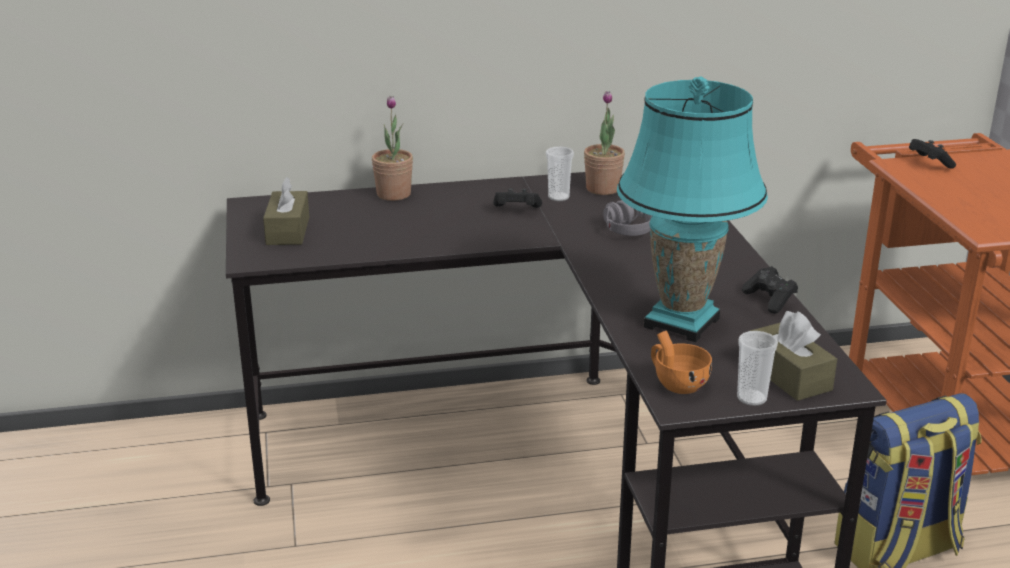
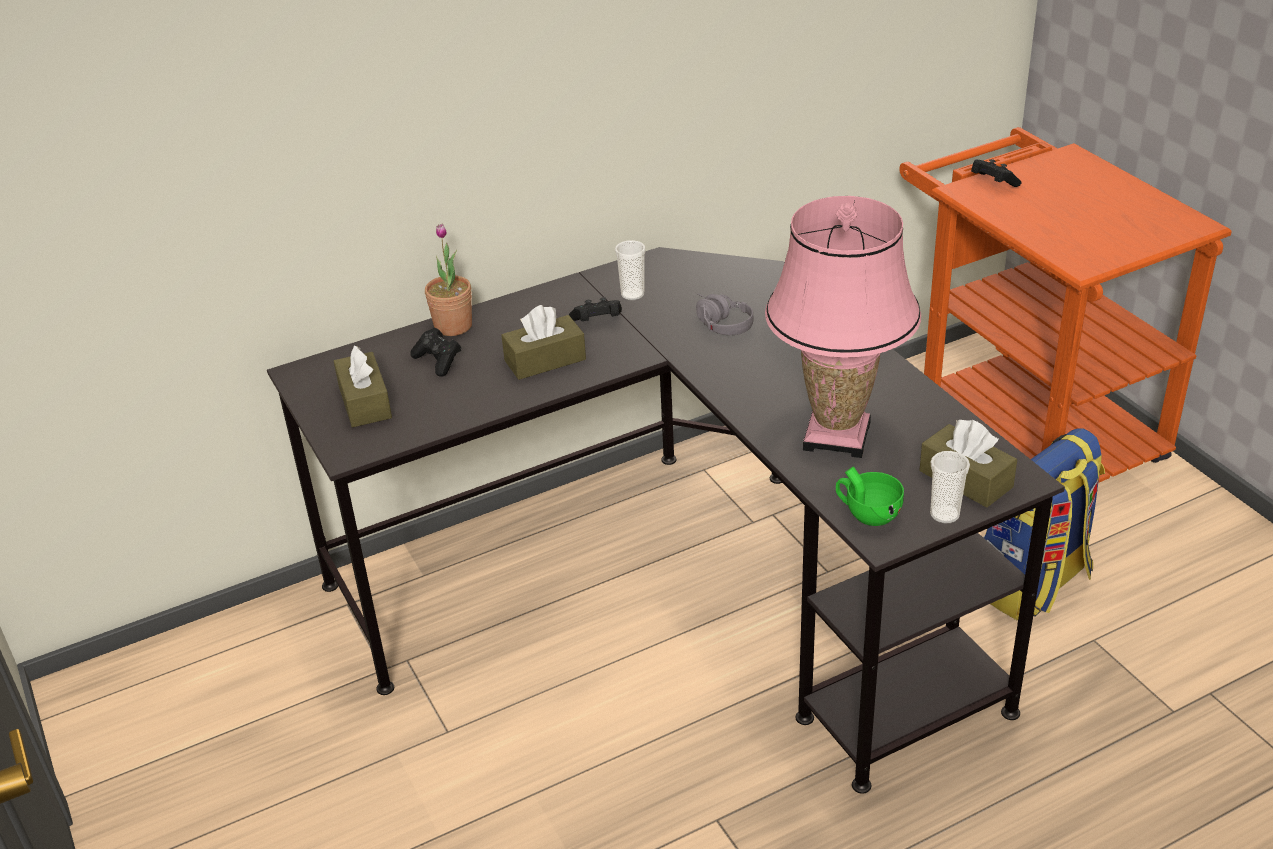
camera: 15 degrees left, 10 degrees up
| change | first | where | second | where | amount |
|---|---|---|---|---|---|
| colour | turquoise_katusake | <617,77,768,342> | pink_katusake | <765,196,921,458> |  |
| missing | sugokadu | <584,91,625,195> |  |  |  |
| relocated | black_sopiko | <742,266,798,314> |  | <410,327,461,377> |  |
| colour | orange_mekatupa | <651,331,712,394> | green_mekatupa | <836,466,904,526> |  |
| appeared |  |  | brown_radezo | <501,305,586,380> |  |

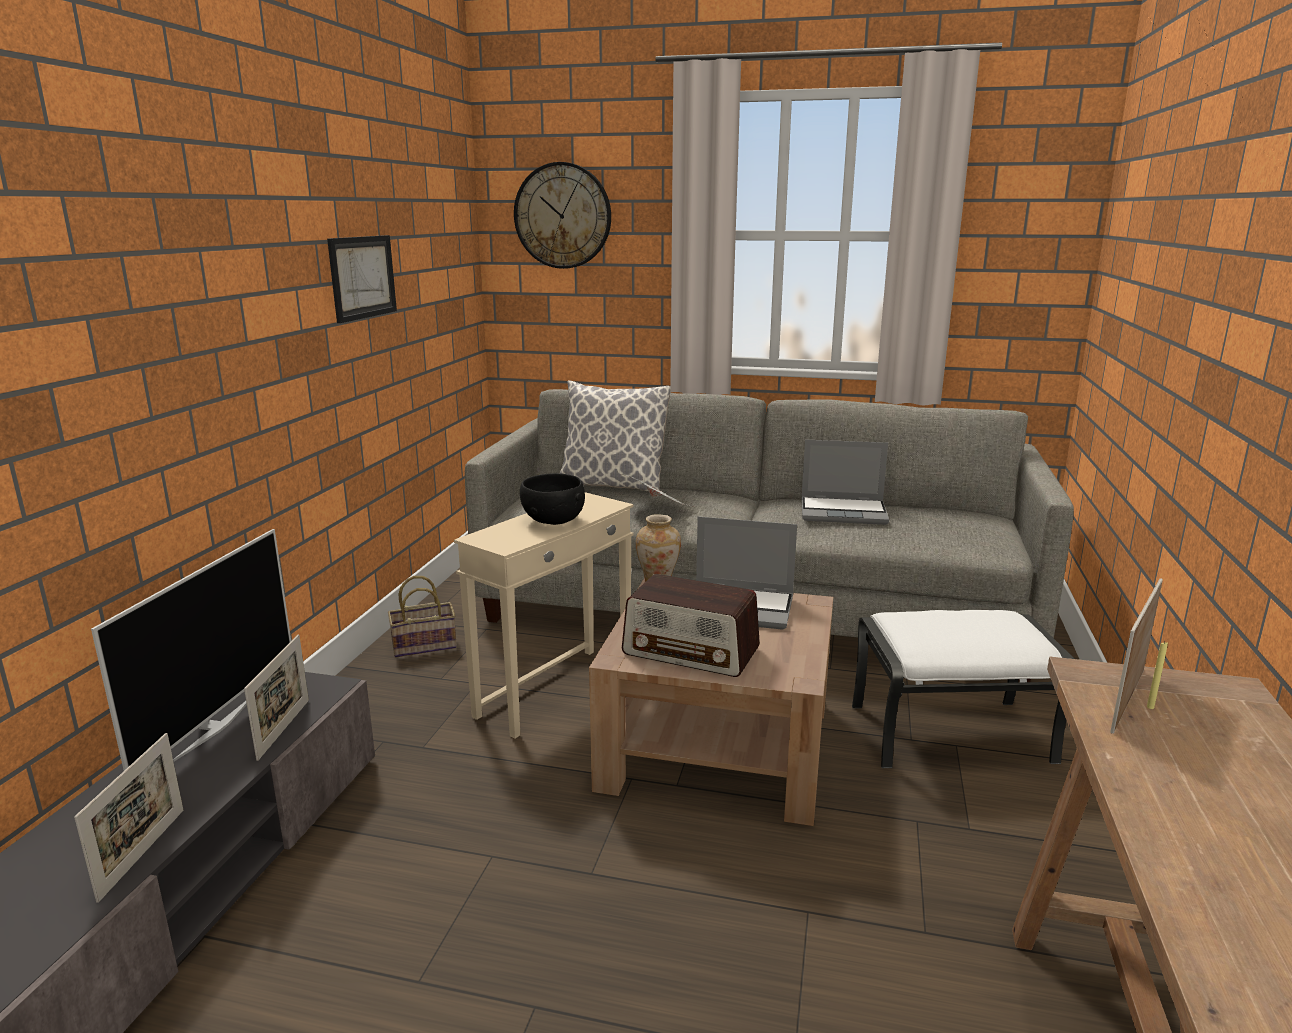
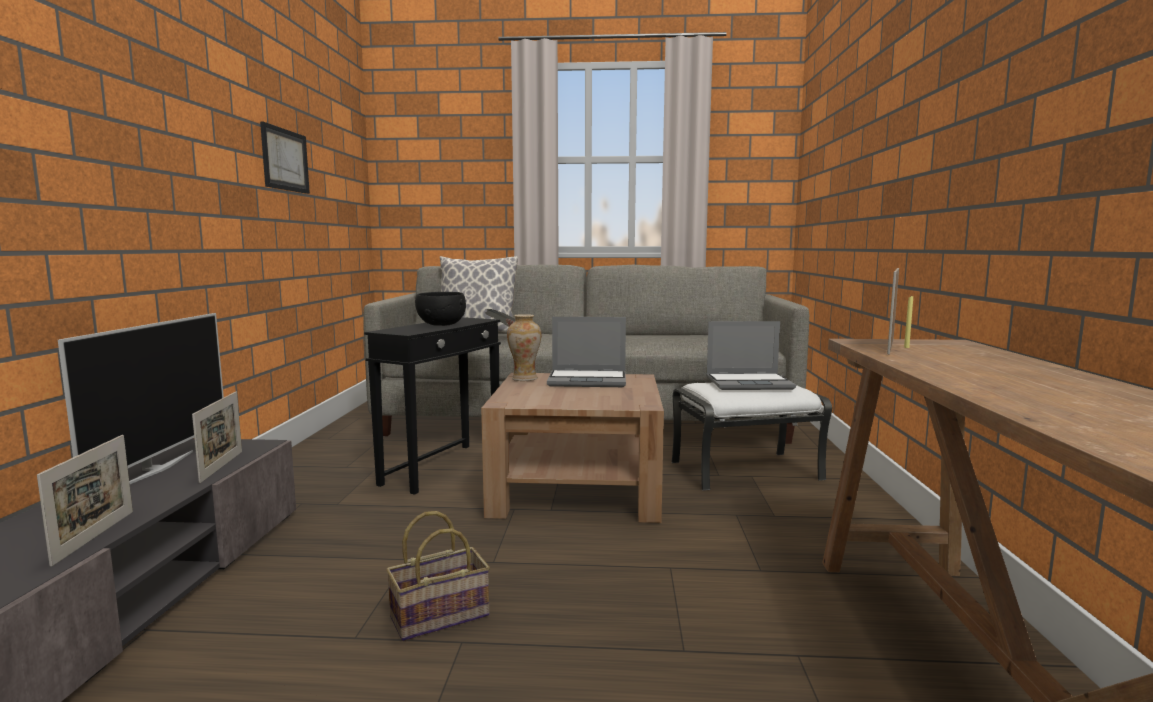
camera: 10 degrees left, 10 degrees down
| change | first | where | second | where | amount |
|---|---|---|---|---|---|
| missing | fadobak | <514,162,611,269> |  |  |  |
| relocated | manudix | <801,440,889,525> |  | <706,321,796,390> |  |
| colour | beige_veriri | <454,492,634,738> | black_veriri | <364,317,501,495> |  |
| missing | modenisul | <622,574,760,677> |  |  |  |
| relocated | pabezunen | <388,576,457,657> |  | <386,511,490,641> |  |

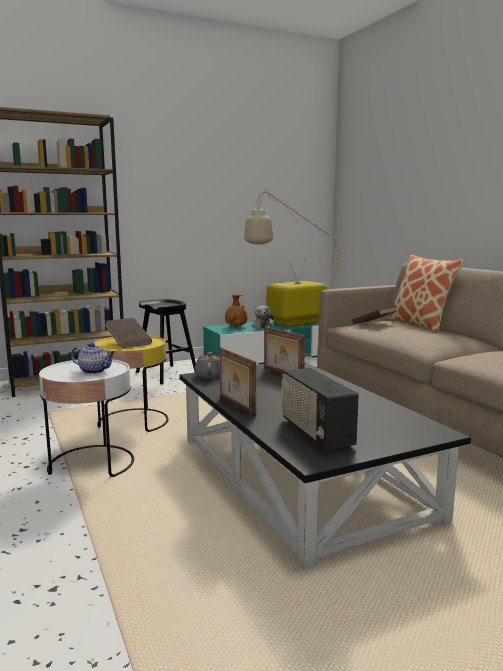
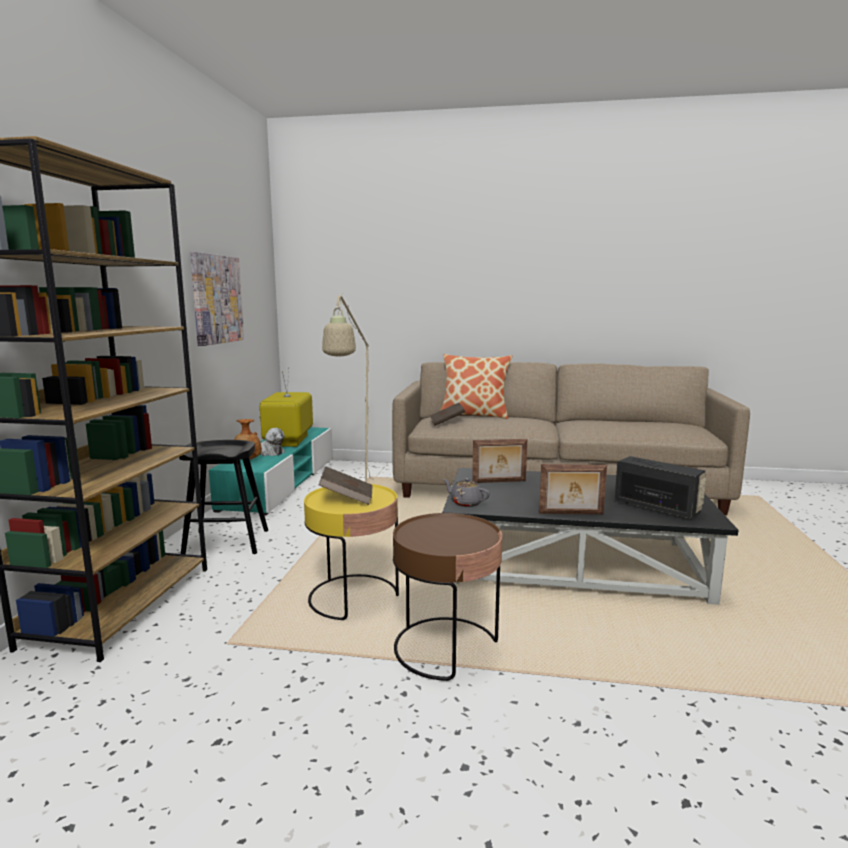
camera: 55 degrees left, 0 degrees up
| change | first | where | second | where | amount |
|---|---|---|---|---|---|
| missing | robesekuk | <71,343,115,374> |  |  |  |
| colour | white_veriri | <39,359,134,477> | brown_veriri | <393,513,502,681> |  |
| spun | modenisul | <281,368,359,450> |  | <615,456,706,518> | 150 degrees counterclockwise |
| appeared |  |  | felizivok | <190,252,244,346> |  |

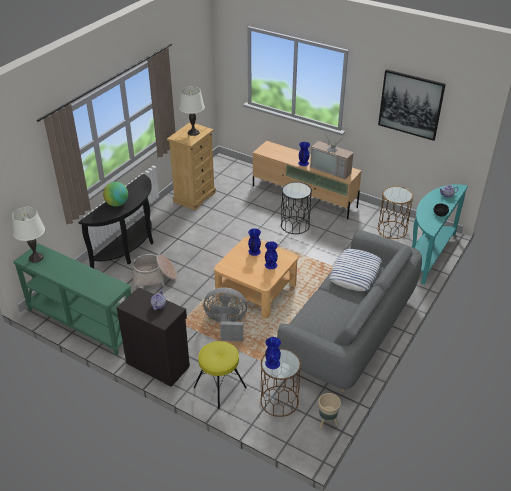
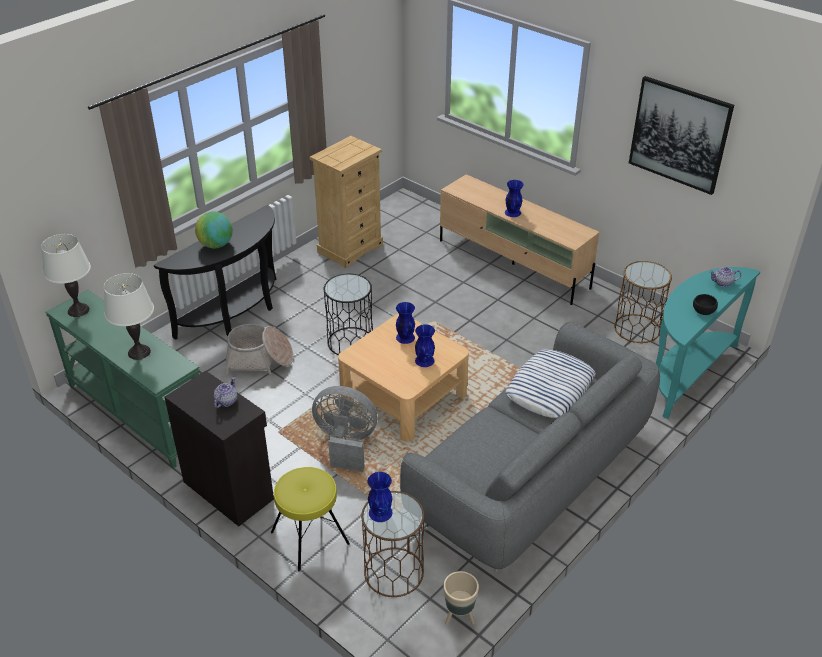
camera: 10 degrees right, 0 degrees up
| change | first | where | second | where | amount |
|---|---|---|---|---|---|
| relocated | white_katusake | <179,87,205,136> |  | <104,273,154,360> |  |
| missing | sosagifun | <310,129,353,179> |  |  |  |
| relocated | black_veriri | <281,182,312,234> |  | <324,274,373,355> |  |

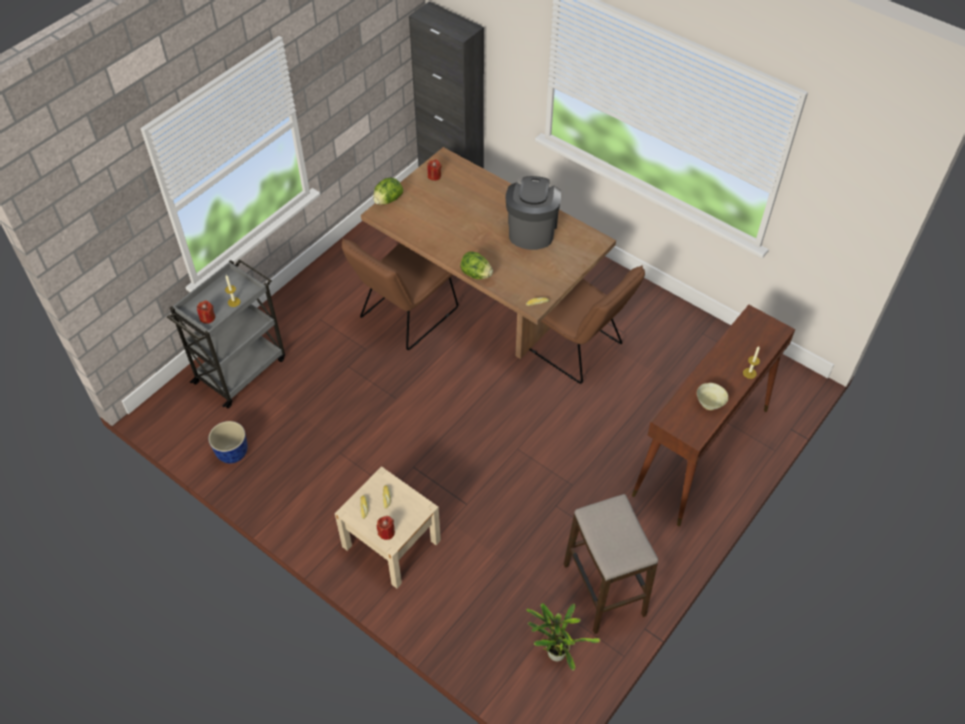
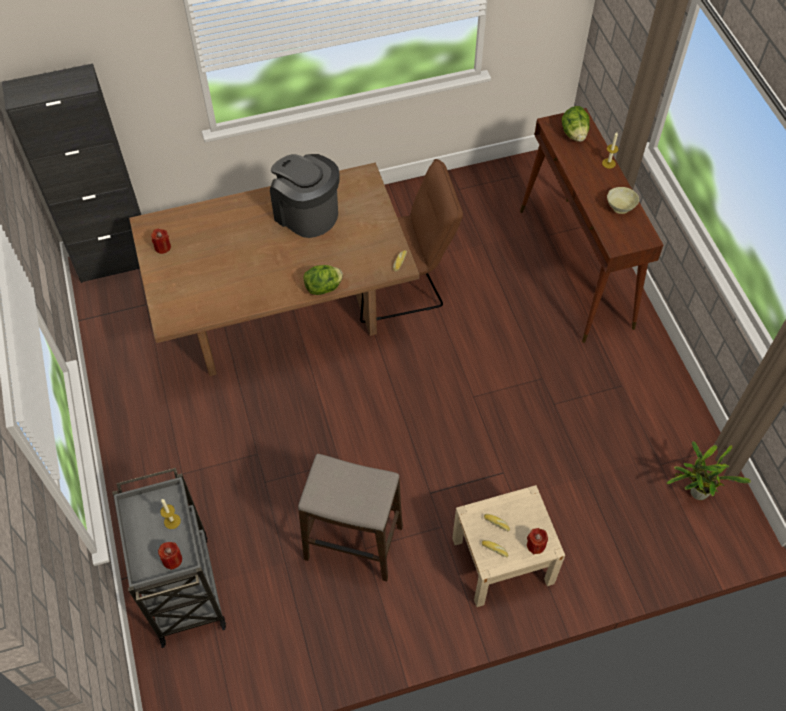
camera: 55 degrees left, 5 degrees up
| change | first | where | second | where | amount |
|---|---|---|---|---|---|
| relocated | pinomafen | <373,178,403,205> |  | <562,106,590,142> |  |
| missing | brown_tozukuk | <342,239,458,350> |  |  |  |
| missing | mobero | <208,421,248,464> |  |  |  |
| relocated | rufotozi | <564,494,658,634> |  | <298,454,403,582> |  |

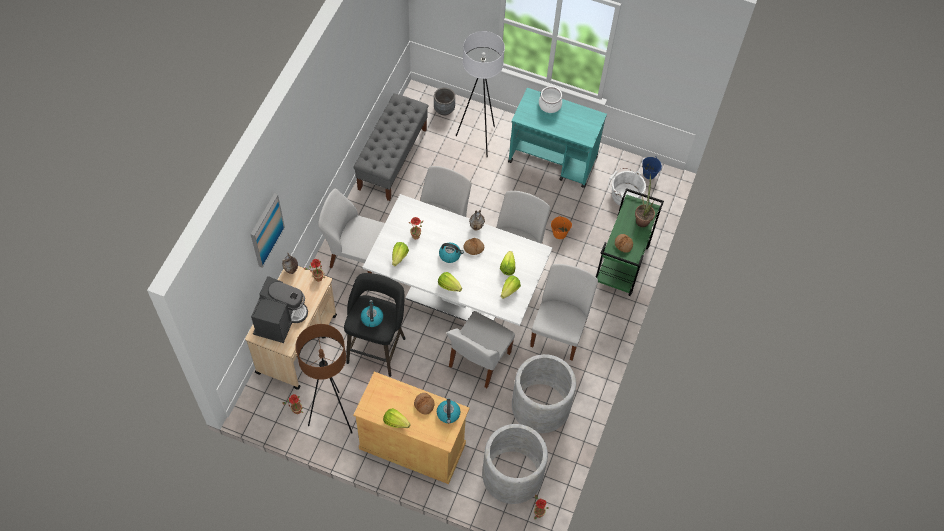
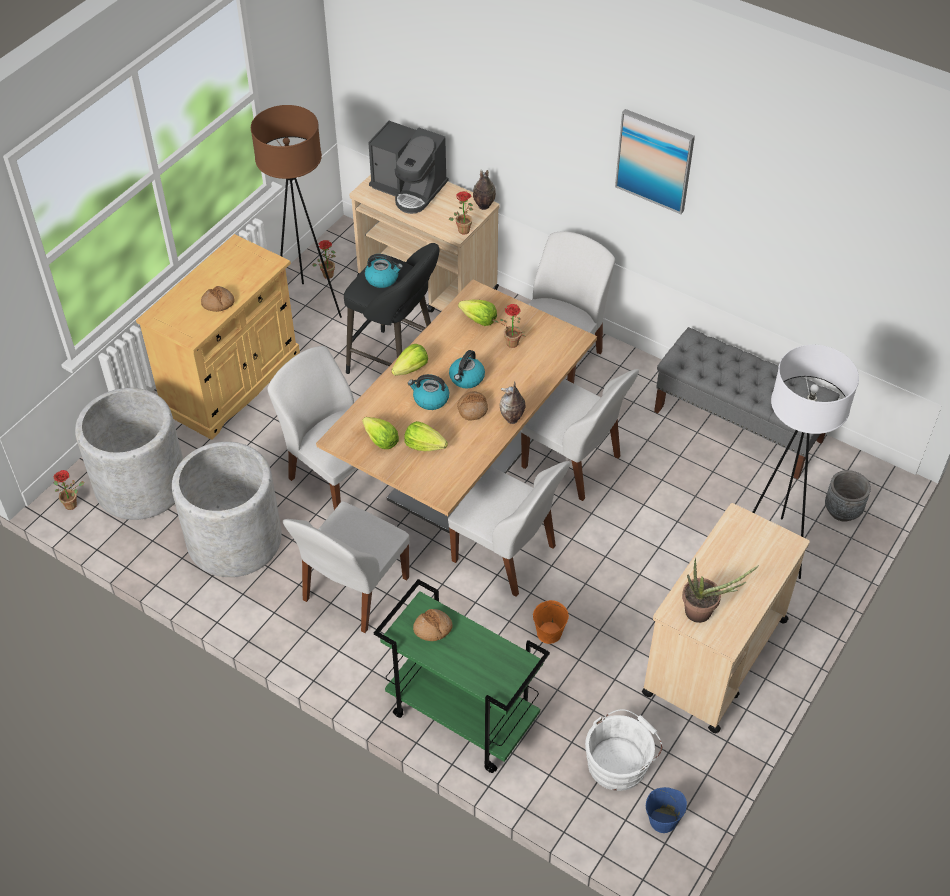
camera: 105 degrees right, 10 degrees down
| change | first | where | second | where | amount |
|---|---|---|---|---|---|
| missing | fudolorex | <539,86,562,113> |  |  |  |
| colour | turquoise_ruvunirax | <508,88,607,188> | beige_ruvunirax | <642,503,810,733> |  |
| relocated | sugokadu | <635,173,655,227> |  | <682,558,759,623> |  |
| relocated | felizivok | <251,193,285,268> |  | <615,109,695,214> |  |
| colour | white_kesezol | <363,194,552,326> | brown_kesezol | <316,279,597,534> |  |
| spun | white_tozukuk | <530,264,598,361> |  | <283,501,409,633> | 90 degrees clockwise |
| relocated | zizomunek | <437,399,461,423> |  | <408,374,449,410> |  |
| missing | pinomafen | <383,408,411,428> |  |  |  |

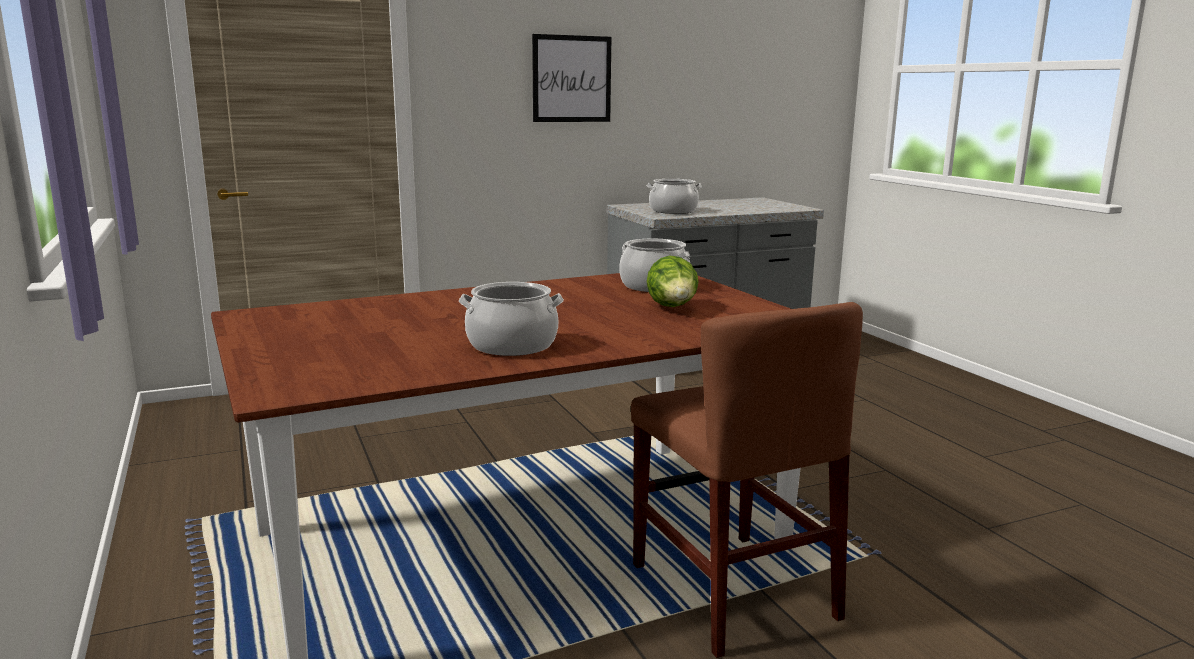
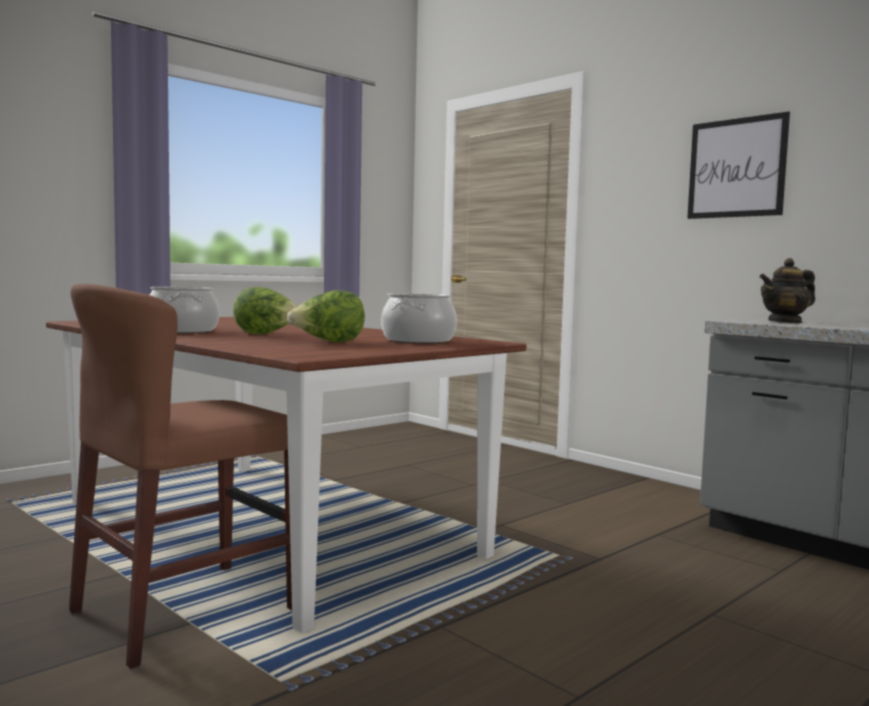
camera: 70 degrees right, 10 degrees down
| change | first | where | second | where | amount |
|---|---|---|---|---|---|
| exchanged | fudolorex | <647,179,702,214> | robesekuk | <759,258,815,323> |  |
| appeared |  |  | pinomafen | <233,287,298,335> |  |

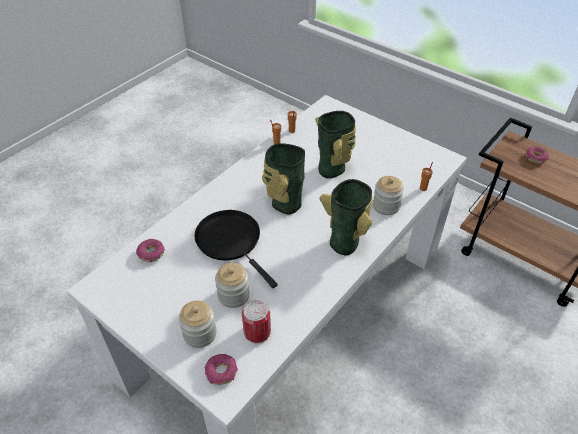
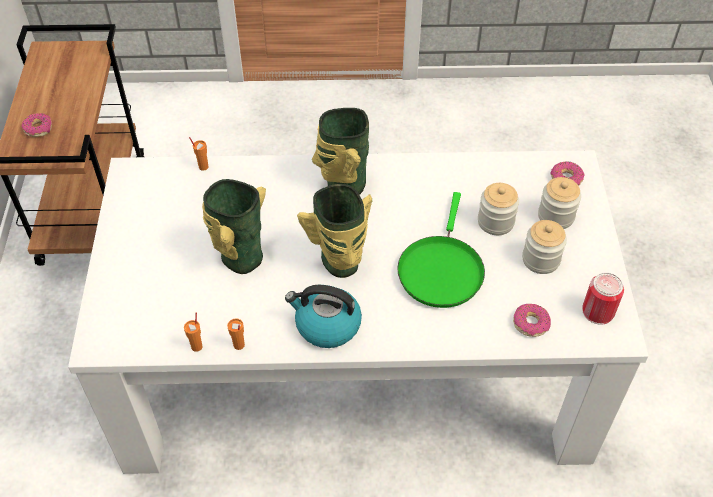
camera: 130 degrees left, 5 degrees up
| change | first | where | second | where | amount |
|---|---|---|---|---|---|
| relocated | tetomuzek | <373,176,404,215> |  | <522,220,567,274> |  |
| colour | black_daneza | <194,210,278,288> | green_daneza | <397,192,485,308> |  |
| relocated | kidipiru | <242,300,271,344> |  | <582,272,624,325> |  |
| appeared |  |  | zizomunek | <285,285,362,348> |  |

